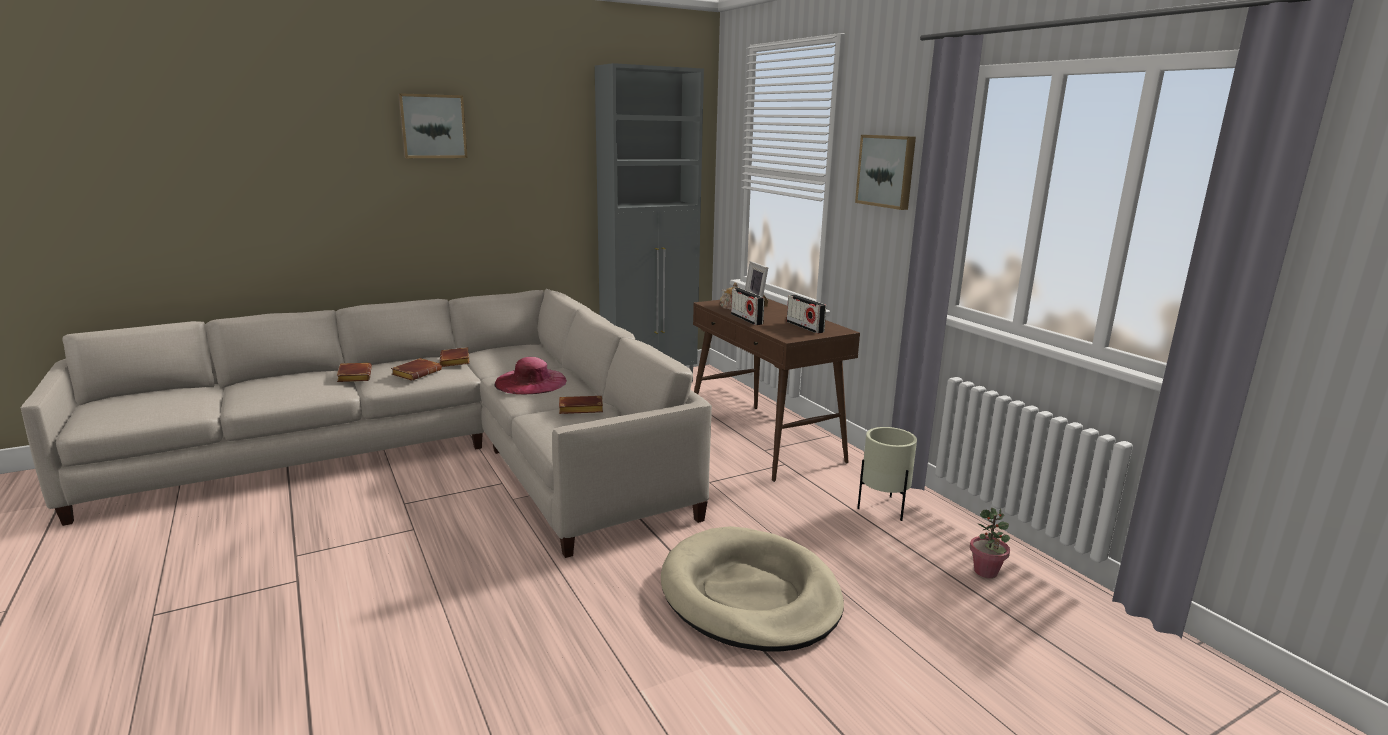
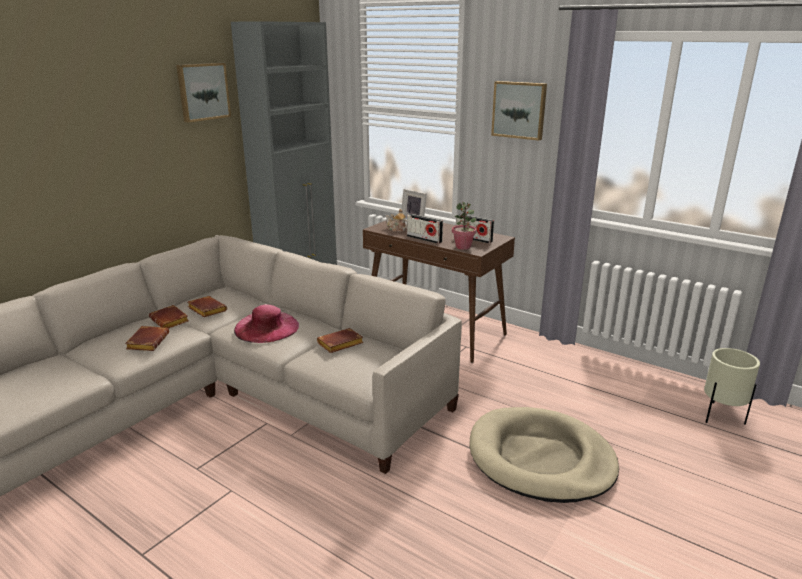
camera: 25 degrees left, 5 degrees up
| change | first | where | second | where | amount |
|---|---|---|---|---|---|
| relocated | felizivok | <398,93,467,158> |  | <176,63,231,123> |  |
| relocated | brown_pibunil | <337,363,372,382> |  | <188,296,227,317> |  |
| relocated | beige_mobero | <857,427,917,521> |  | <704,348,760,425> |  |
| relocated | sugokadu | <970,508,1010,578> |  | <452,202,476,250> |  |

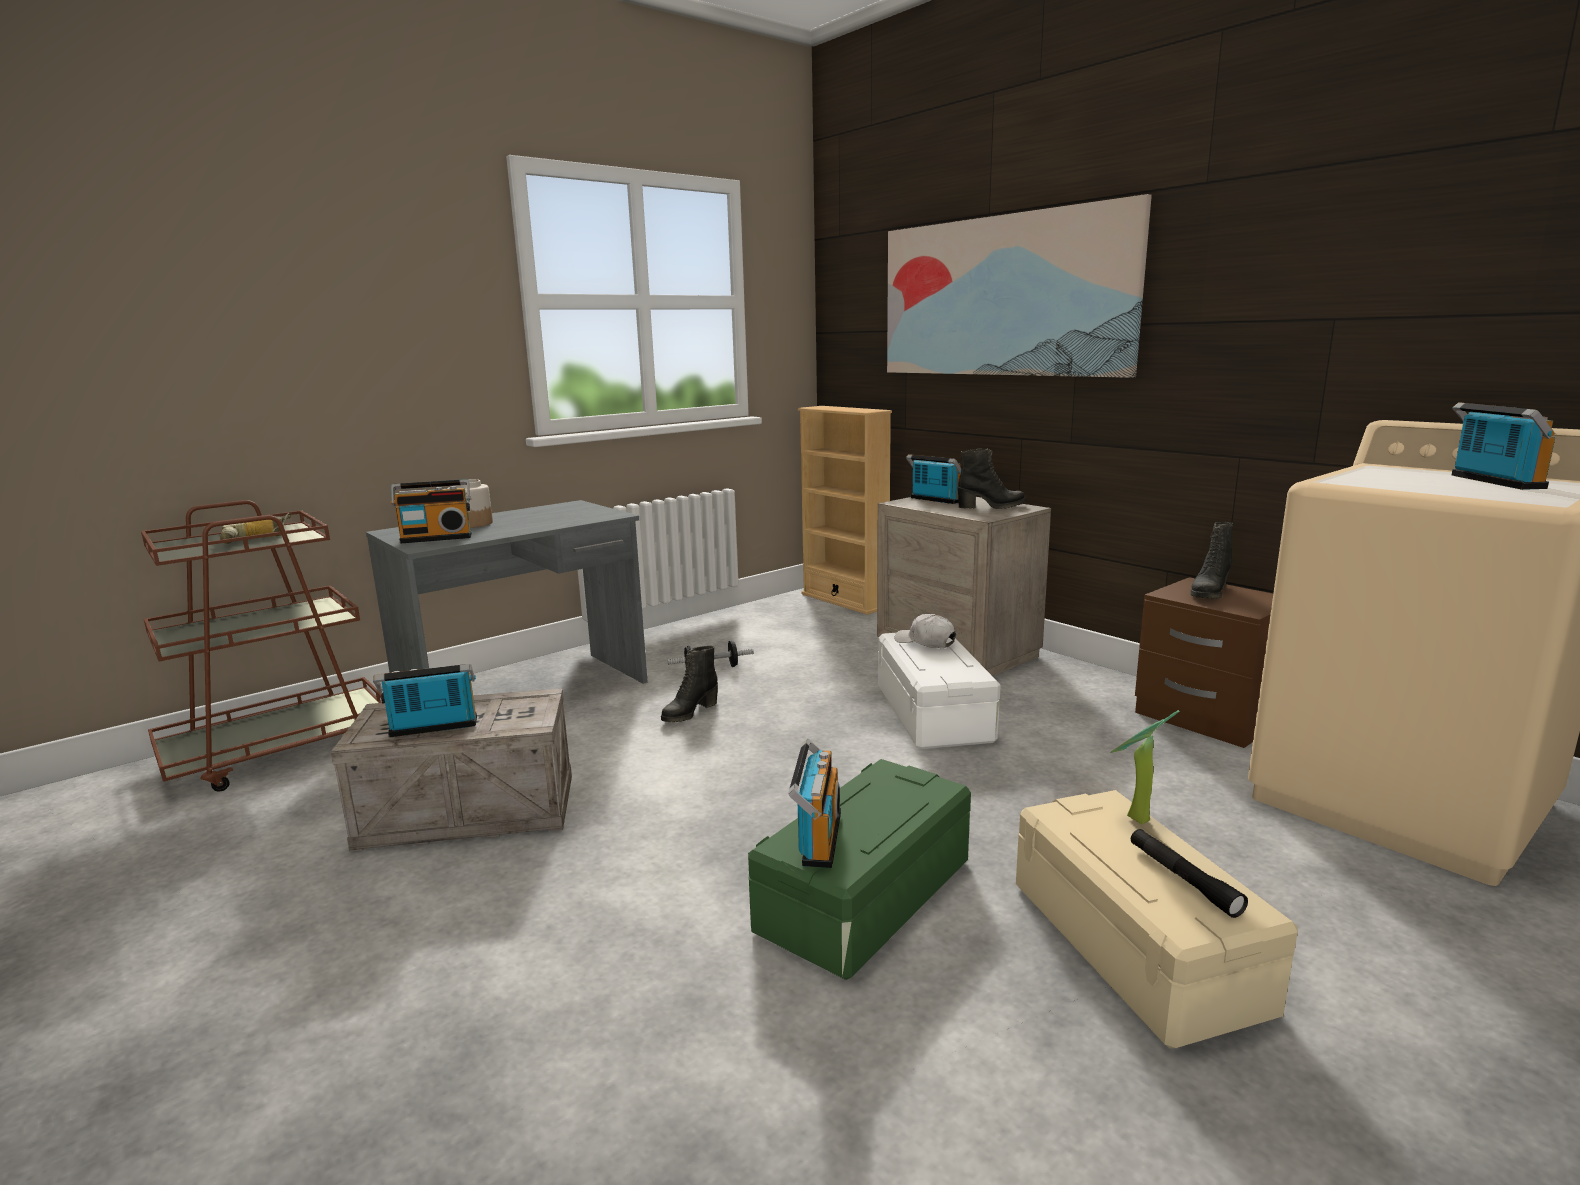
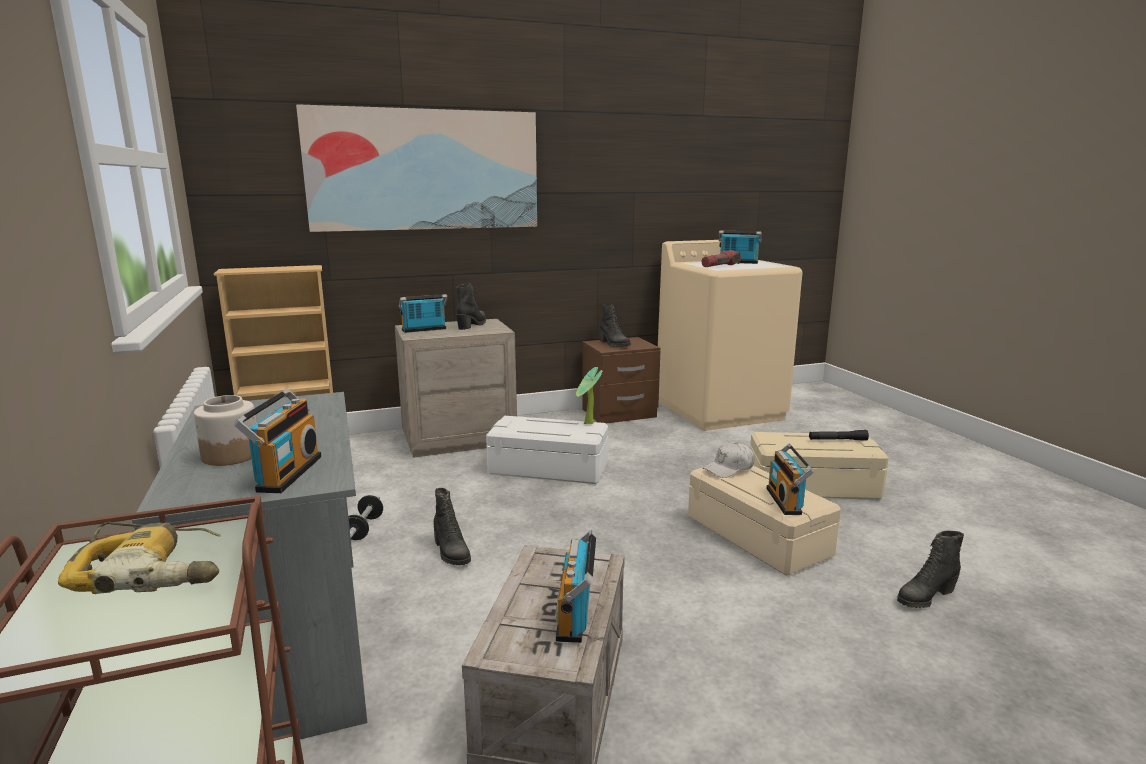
camera: 70 degrees left, 0 degrees up
| change | first | where | second | where | amount |
|---|---|---|---|---|---|
| relocated | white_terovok | <894,614,956,648> |  | <703,442,754,478> |  |
| relocated | sugokadu | <1110,710,1180,824> |  | <576,367,602,424> |  |
| spun | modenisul | <788,739,841,868> |  | <766,444,814,515> | 120 degrees counterclockwise |
| colour | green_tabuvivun | <748,759,971,980> | beige_tabuvivun | <688,466,841,576> |  |
| appeared |  |  | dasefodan | <701,250,741,267> |  |
| appeared |  |  | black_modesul | <897,530,964,608> |  |

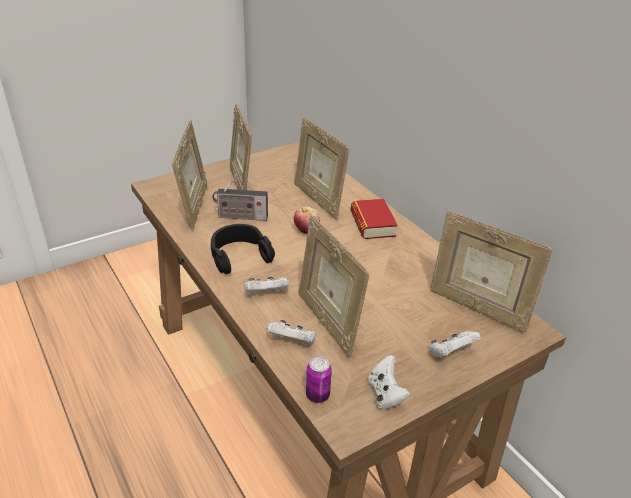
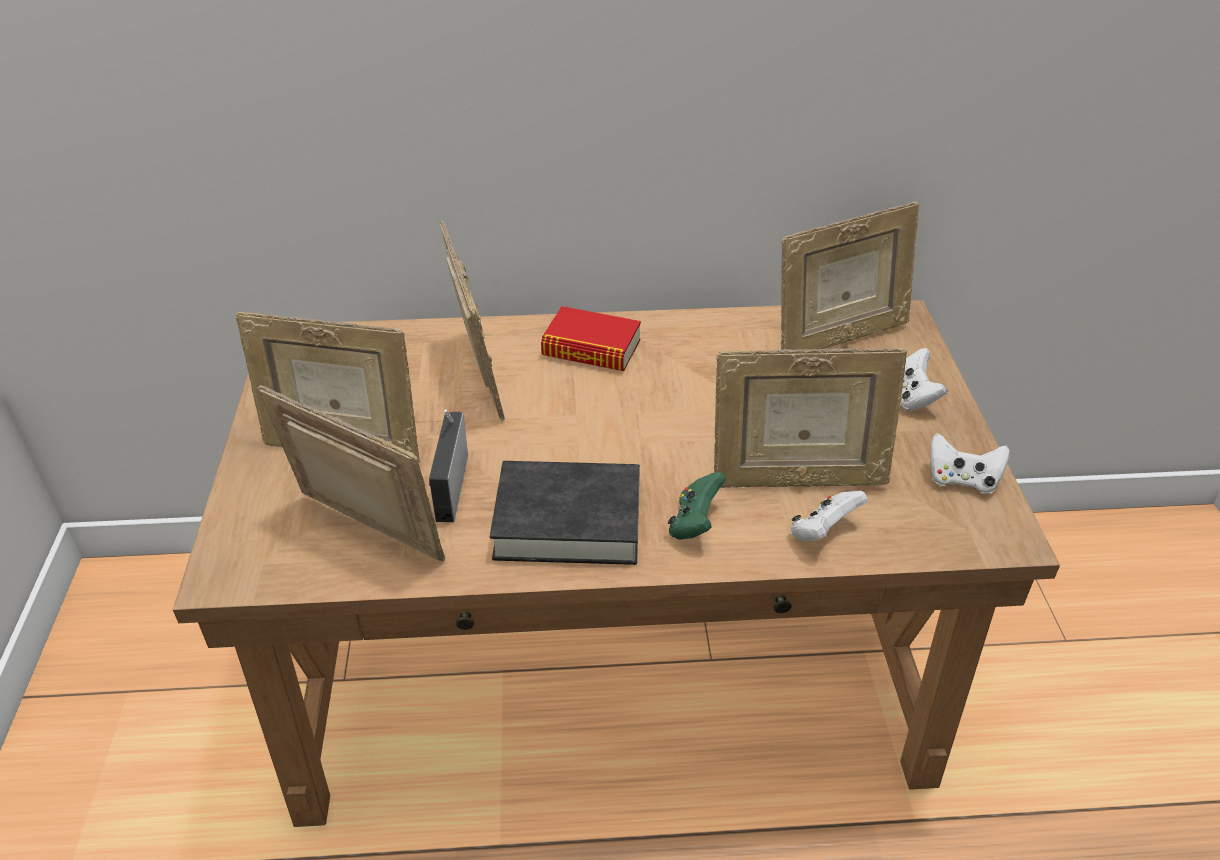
camera: 60 degrees left, 5 degrees up
| change | first | where | second | where | amount |
|---|---|---|---|---|---|
| spun | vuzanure | <295,117,350,219> |  | <440,220,505,421> | 105 degrees counterclockwise |
| spun | modenisul | <212,177,268,221> |  | <429,409,468,522> | 150 degrees clockwise |
| missing | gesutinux | <294,206,320,234> |  |  |  |
| exchanged | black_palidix | <211,224,275,274> | black_pibunil | <490,461,640,565> |  |
| colour | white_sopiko | <244,277,289,295> | green_sopiko | <668,472,726,540> |  |
| missing | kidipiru | <306,356,332,403> |  |  |  |

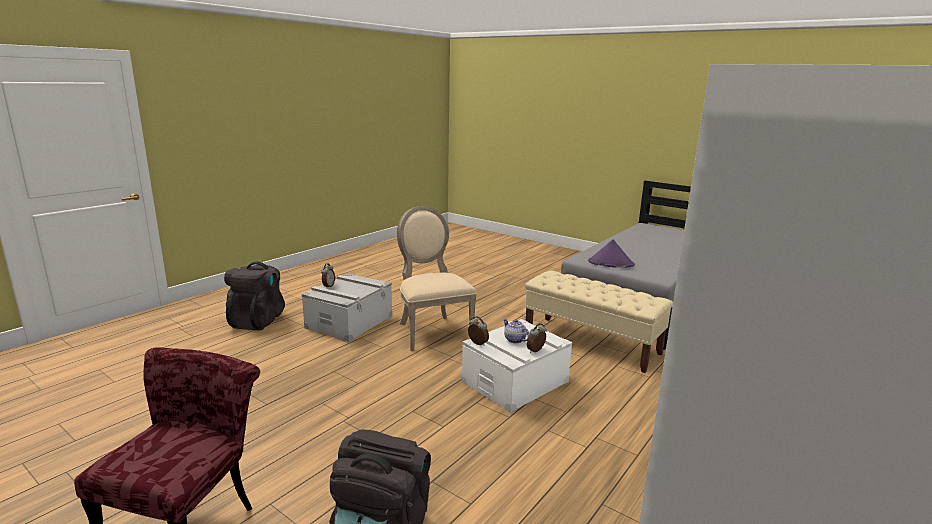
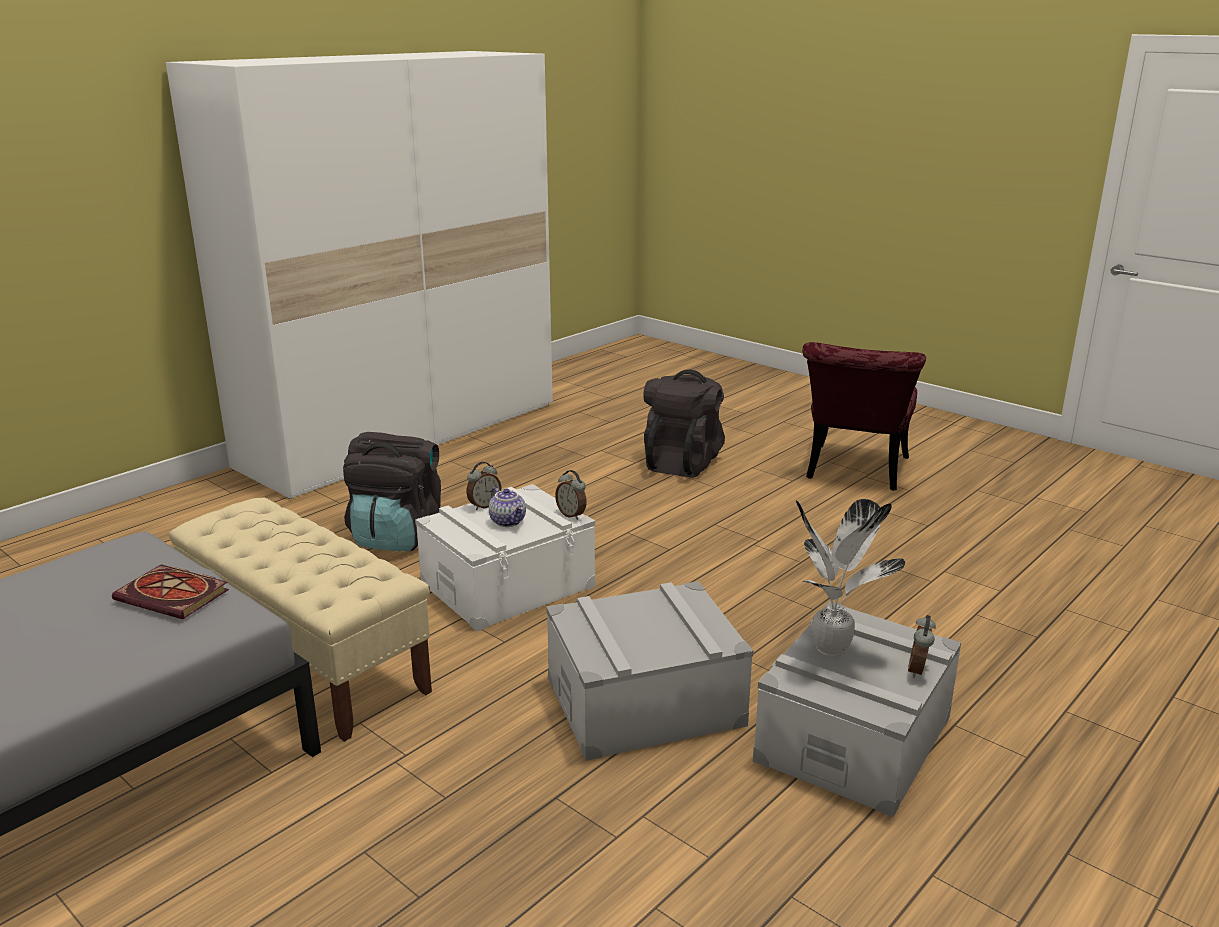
camera: 175 degrees left, 5 degrees up
| change | first | where | second | where | amount |
|---|---|---|---|---|---|
| exchanged | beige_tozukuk | <397,206,477,351> | grey_tabuvivun | <546,581,754,761> |  |
| exchanged | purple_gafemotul | <588,239,635,268> | pibunil | <112,564,229,620> |  |
| relocated | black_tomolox | <224,261,285,330> |  | <343,432,441,551> |  |
| appeared |  |  | sugokadu | <796,499,905,657> |  |

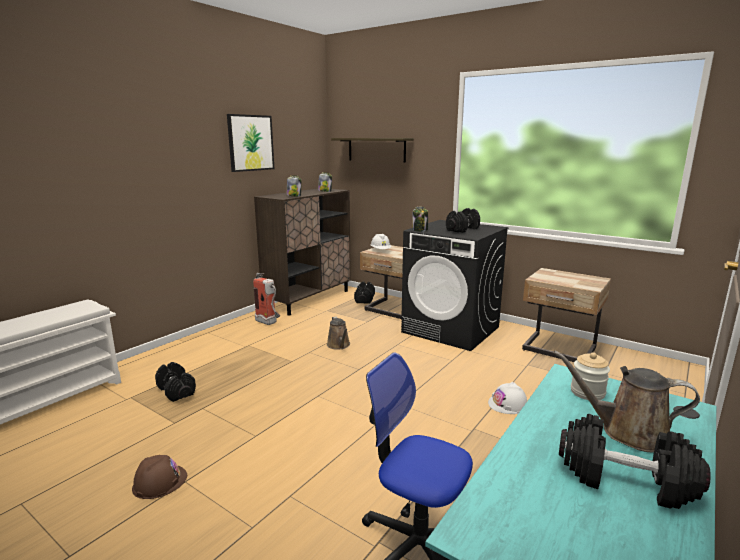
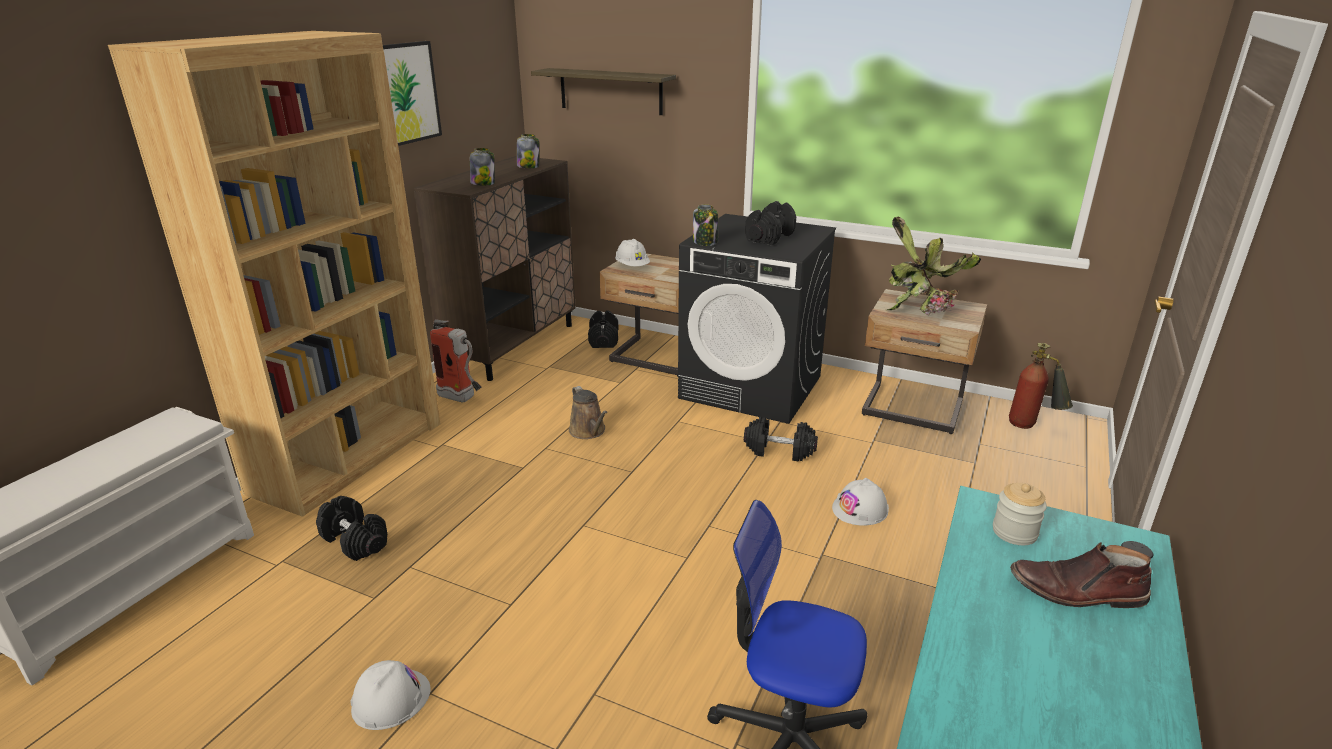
camera: 10 degrees left, 10 degrees up
| change | first | where | second | where | amount |
|---|---|---|---|---|---|
| exchanged | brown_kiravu | <554,351,700,453> | brown_modesul | <1010,542,1152,608> |  |
| relocated | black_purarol | <559,414,711,509> |  | <744,417,818,461> |  |
| colour | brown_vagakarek | <132,455,187,499> | white_vagakarek | <350,660,431,730> |  |
| appeared |  |  | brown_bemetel | <108,31,440,517> |  |
| appeared |  |  | sugokadu | <887,217,981,315> |  |
| appeared |  |  | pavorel | <1009,343,1073,429> |  |

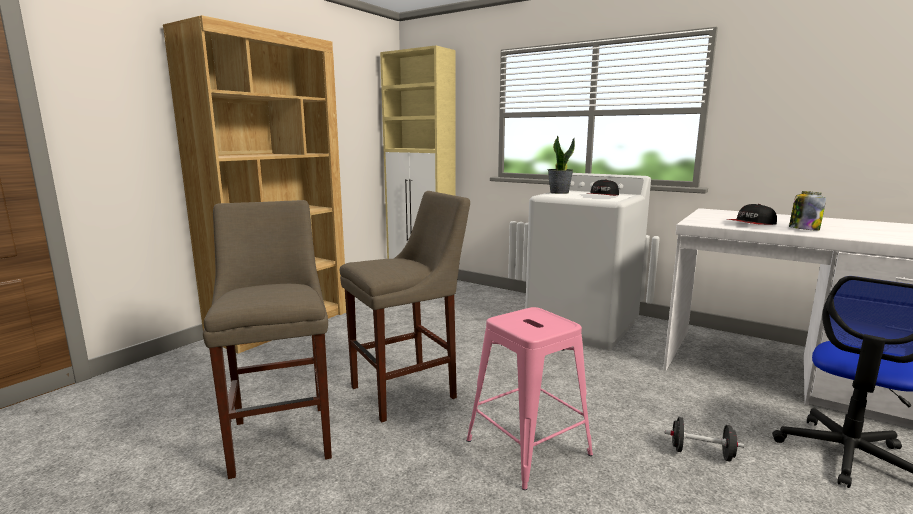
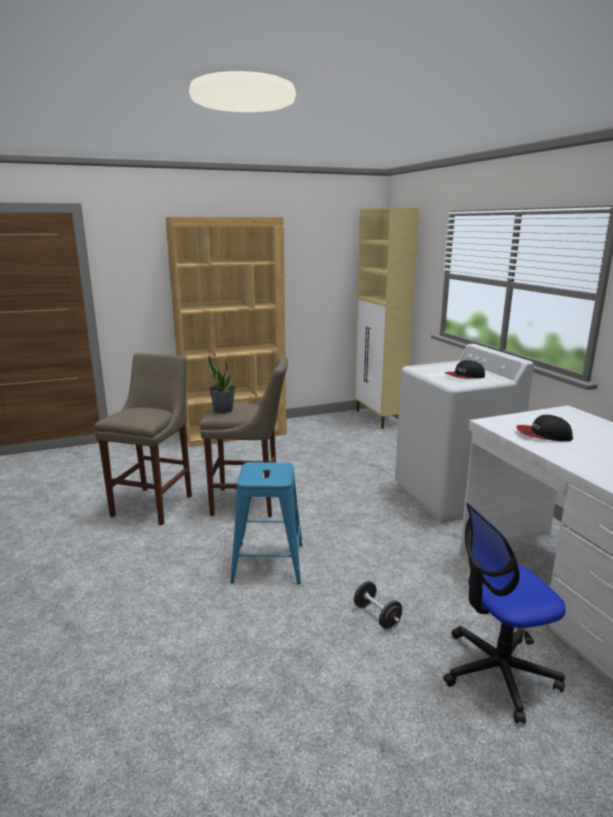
camera: 35 degrees right, 5 degrees up
| change | first | where | second | where | amount |
|---|---|---|---|---|---|
| relocated | sugokadu | <548,135,575,194> |  | <208,356,235,414> |  |
| missing | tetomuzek | <789,191,826,230> |  |  |  |
| colour | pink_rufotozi | <466,307,593,490> | blue_rufotozi | <230,462,303,584> |  |

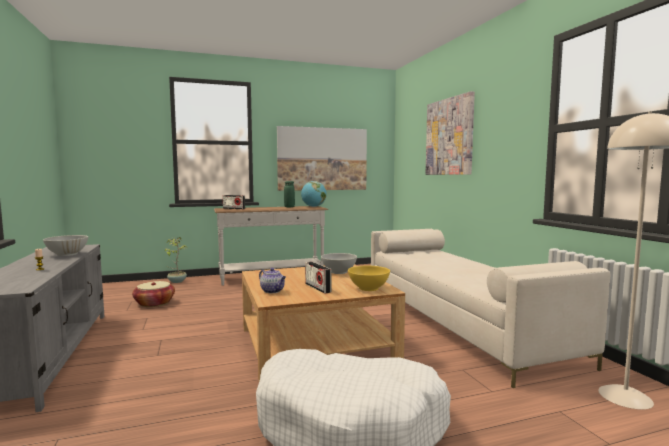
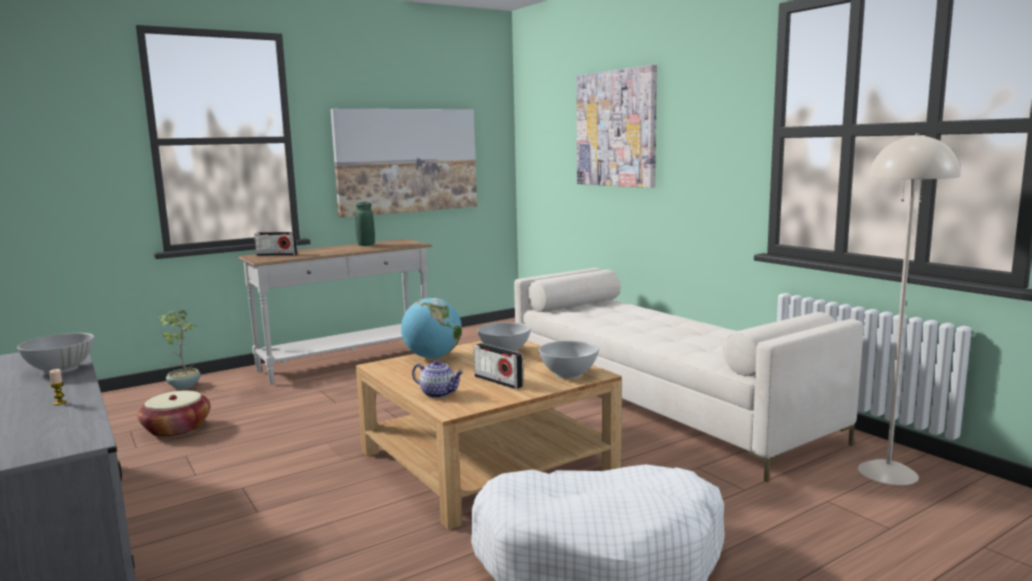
camera: 15 degrees left, 5 degrees up
| change | first | where | second | where | amount |
|---|---|---|---|---|---|
| relocated | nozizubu | <301,181,327,207> |  | <401,298,462,359> |  |
| colour | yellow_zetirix | <348,266,390,291> | white_zetirix | <539,341,599,379> |  |

